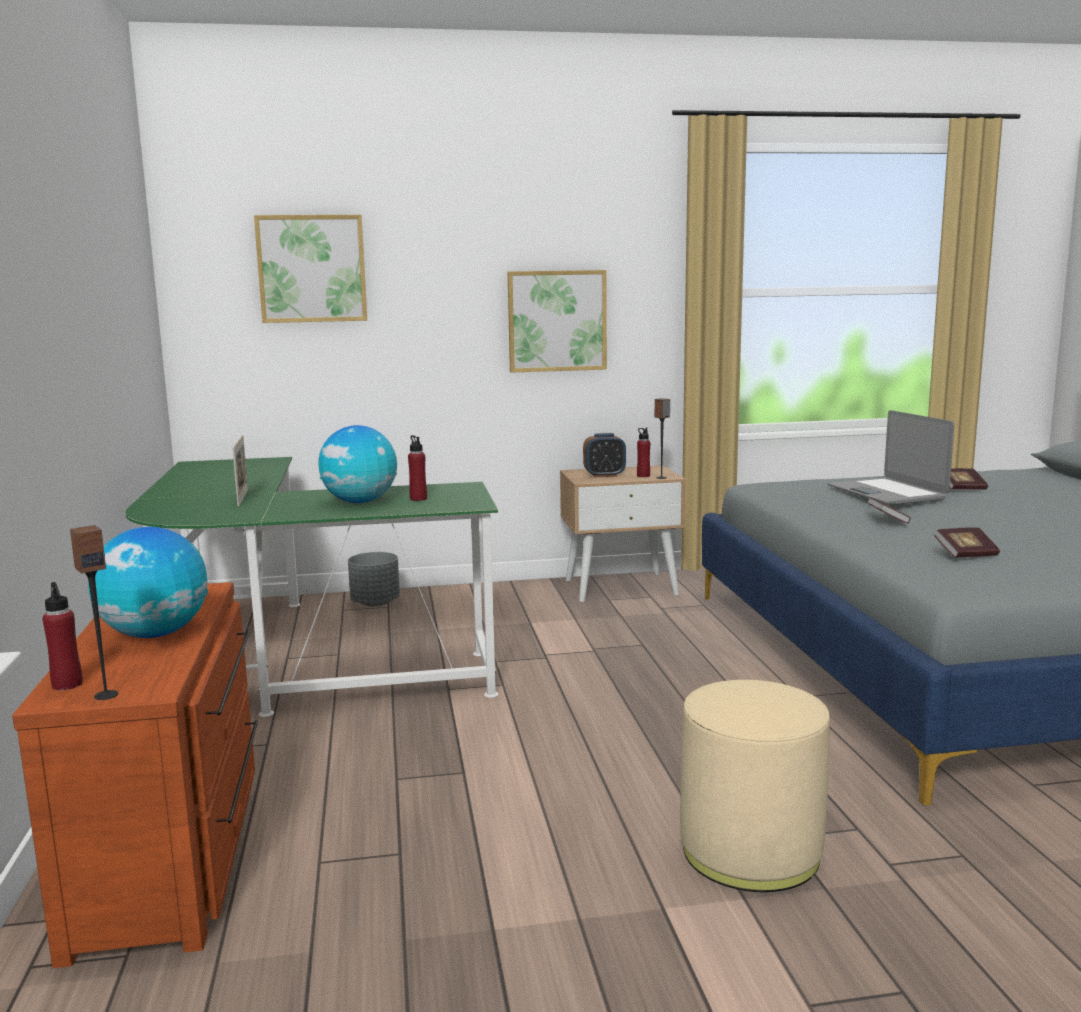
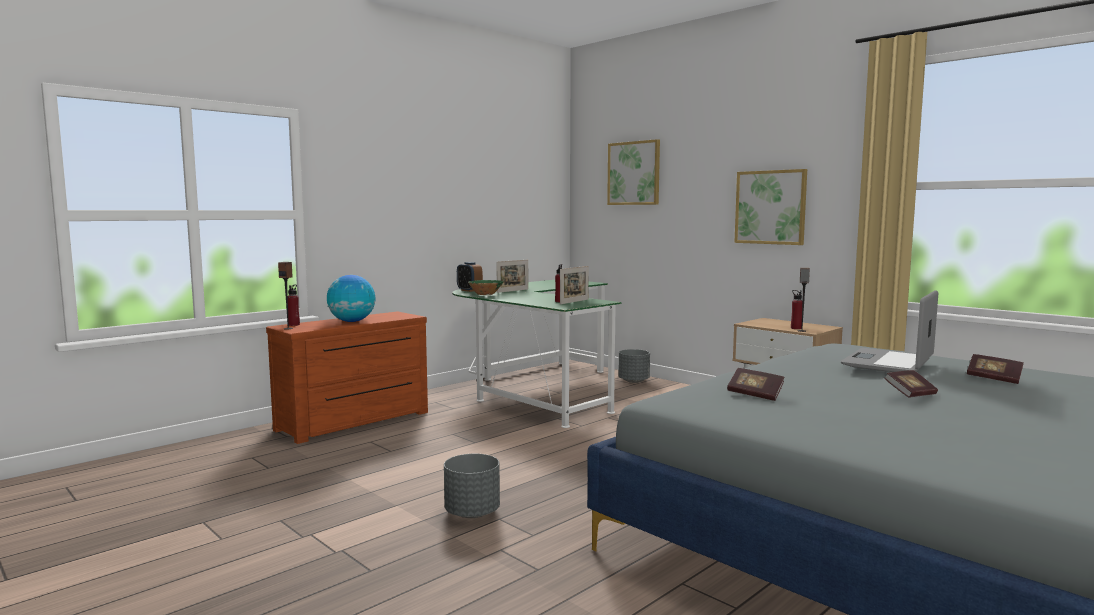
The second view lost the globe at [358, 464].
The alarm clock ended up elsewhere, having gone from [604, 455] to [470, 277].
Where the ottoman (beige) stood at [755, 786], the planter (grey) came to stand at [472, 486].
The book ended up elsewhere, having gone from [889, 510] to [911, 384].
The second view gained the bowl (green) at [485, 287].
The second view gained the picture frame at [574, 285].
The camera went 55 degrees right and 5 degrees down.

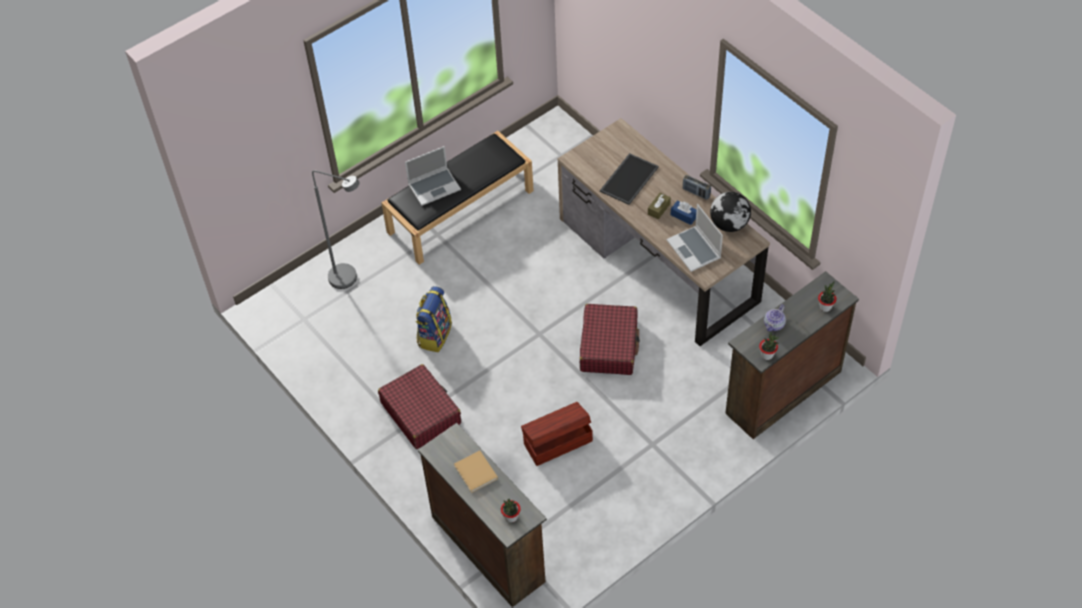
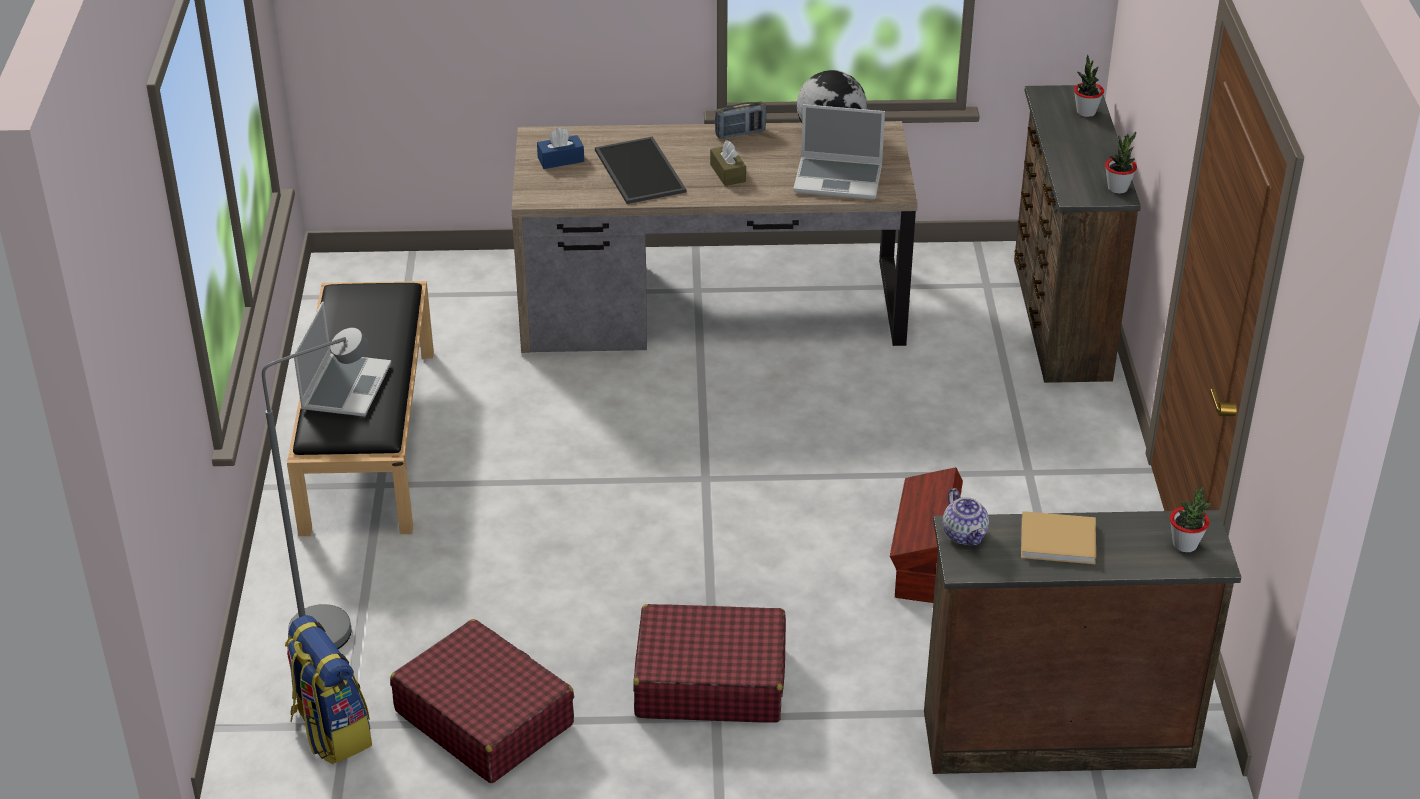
The backpack ended up elsewhere, having gone from [434, 319] to [328, 689].
The suitcase (red) ended up elsewhere, having gone from [610, 339] to [482, 701].
The tissue box (blue) ended up elsewhere, having gone from [684, 213] to [560, 148].
The teapot ended up elsewhere, having gone from [775, 317] to [966, 517].
The camera went 55 degrees left and 15 degrees down.

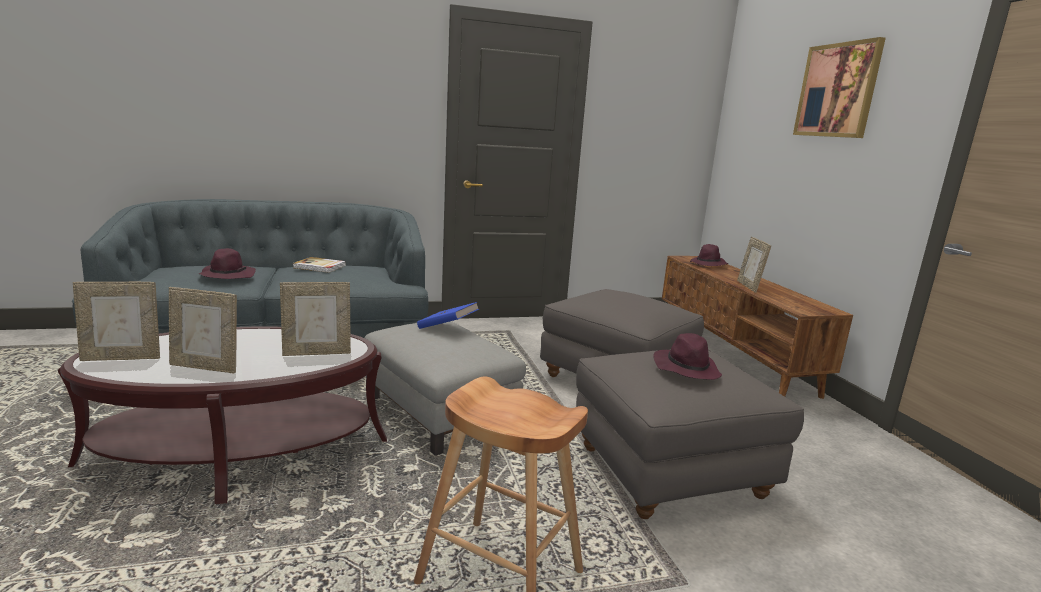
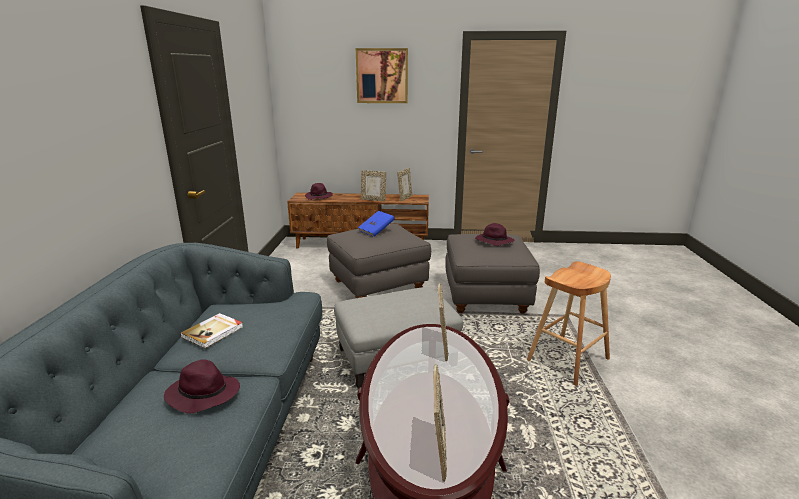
The picture frame ended up elsewhere, having gone from [203, 330] to [404, 185].
The book (blue) ended up elsewhere, having gone from [448, 315] to [376, 224].
The camera went 70 degrees left and 5 degrees up.

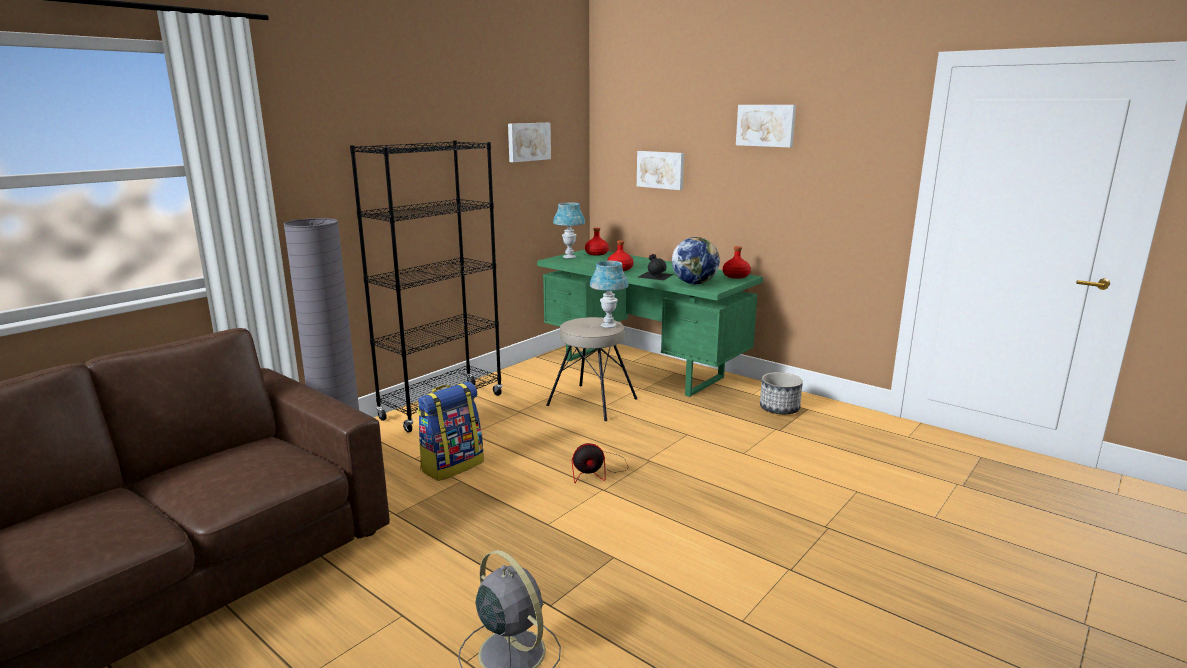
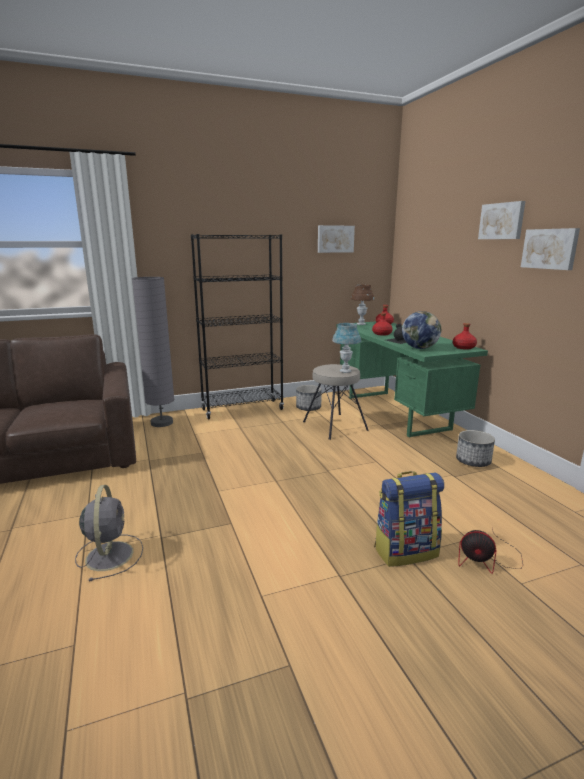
The backpack ended up elsewhere, having gone from [450, 431] to [409, 519].
What was the table lamp (blue) at [569, 231] turned into the table lamp (brown) at [362, 305].
The fan ended up elsewhere, having gone from [600, 463] to [490, 550].
The picture ended up elsewhere, having gone from [660, 170] to [550, 249].
The second view gained the planter at [309, 398].
The camera went 30 degrees right and 0 degrees up.

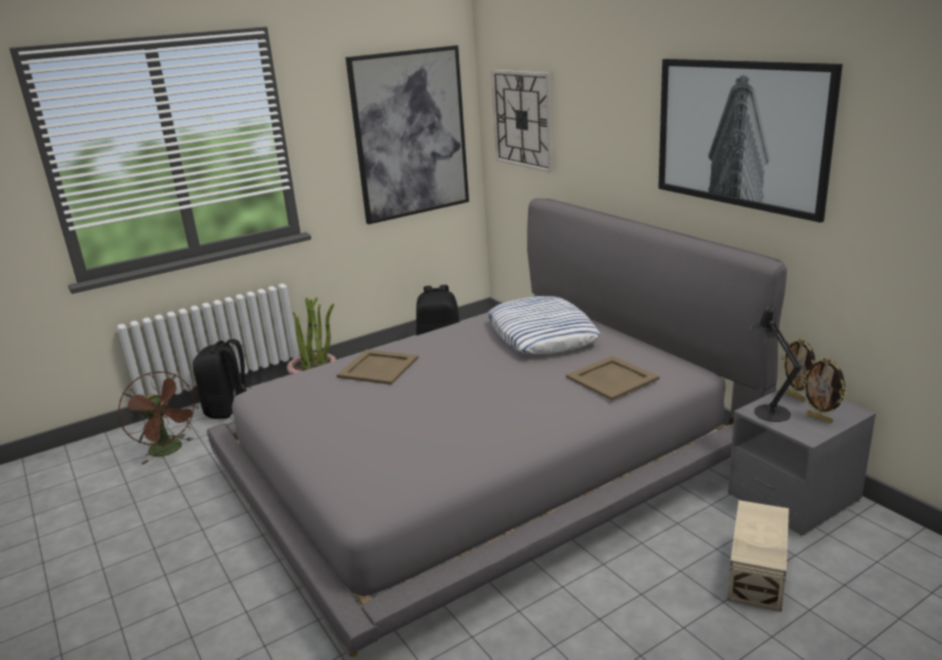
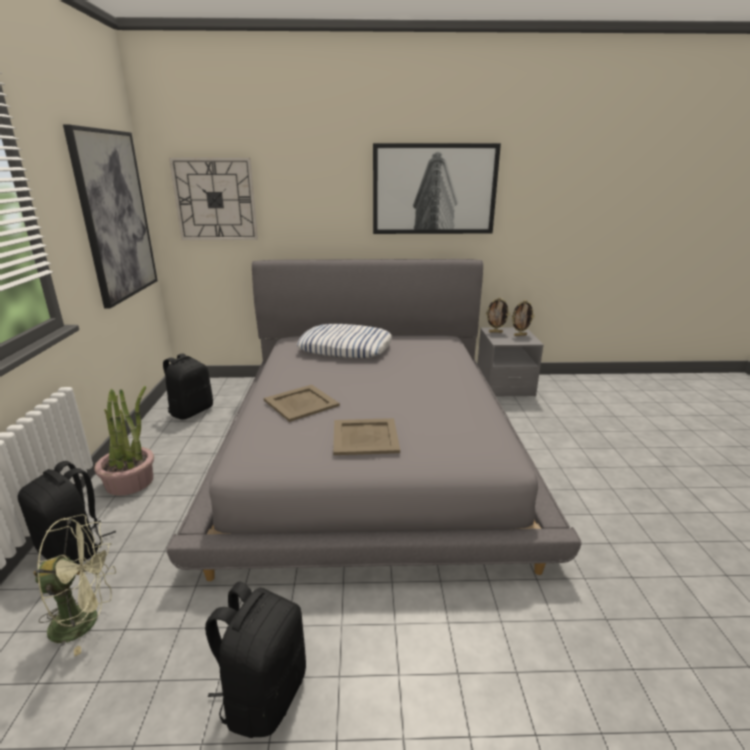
What was the fan (brown) at [158, 418] turned into the fan (green) at [75, 585].
The tray (beige) ended up elsewhere, having gone from [612, 378] to [366, 436].
The second view lost the storage box (beige) at [758, 556].
The second view lost the table lamp (black) at [776, 363].
The second view gained the backpack (black) at [255, 659].
The camera went 60 degrees left and 0 degrees up.

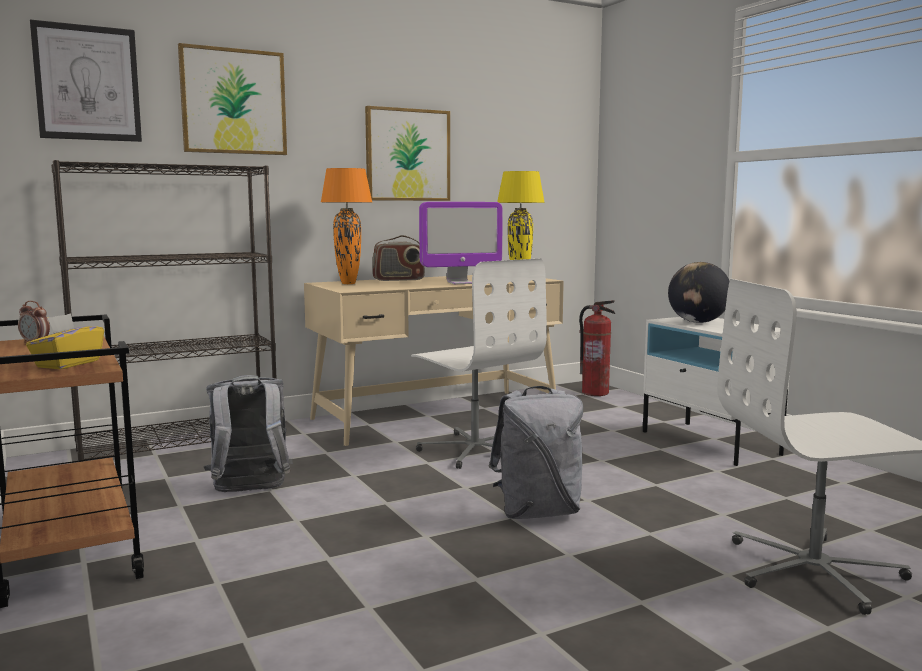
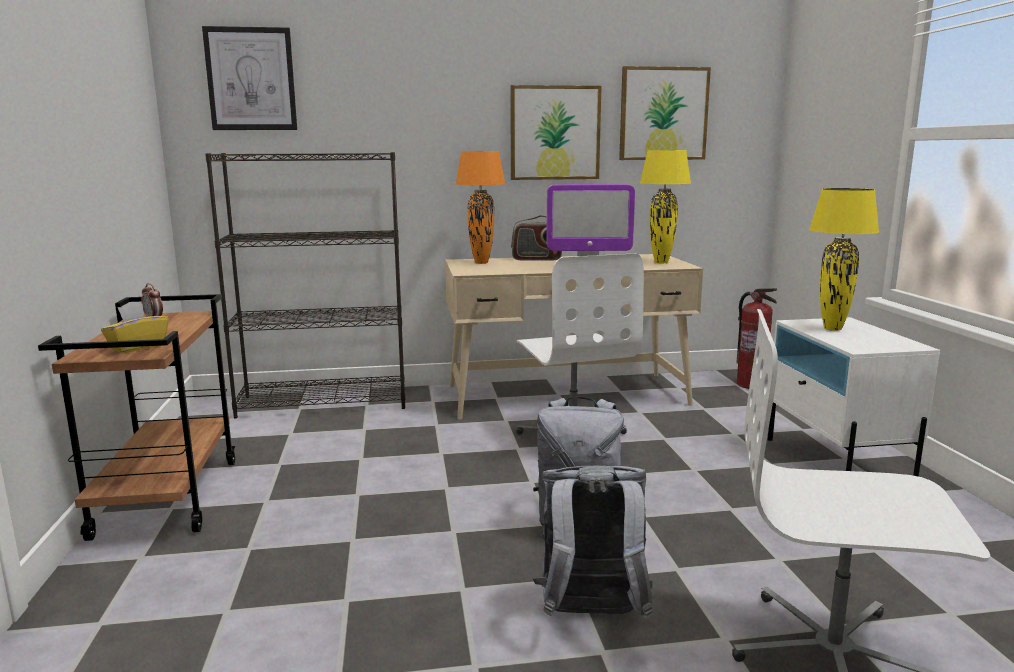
The picture ended up elsewhere, having gone from [232, 99] to [665, 113].
The backpack (grey) ended up elsewhere, having gone from [248, 433] to [593, 542].
Where the globe stood at [698, 292], the table lamp (yellow) came to stand at [844, 259].
The camera went 20 degrees right and 5 degrees up.

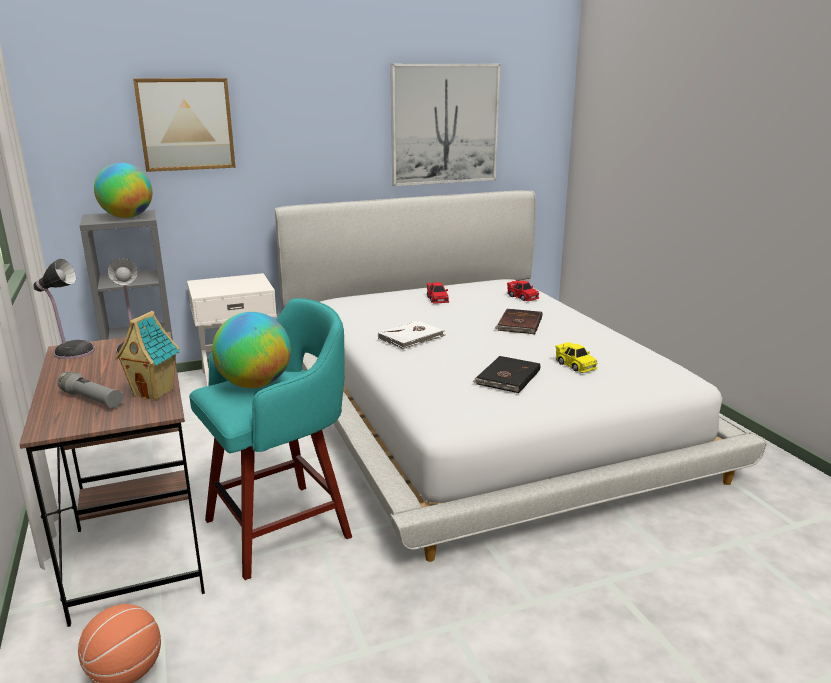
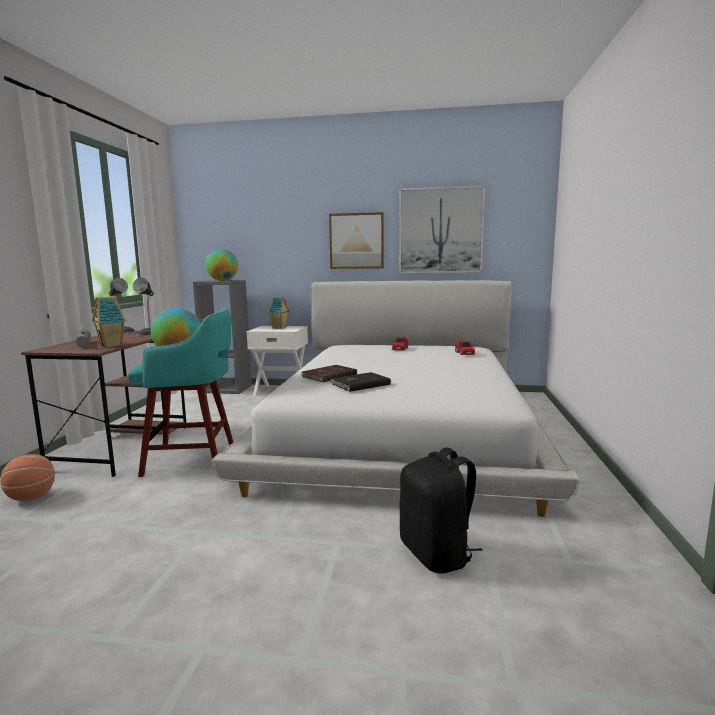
The picture ended up elsewhere, having gone from [184, 125] to [356, 240].
The second view lost the book (white) at [411, 335].
The book (brown) ended up elsewhere, having gone from [518, 321] to [329, 374].
The second view lost the toy car (yellow) at [576, 357].
The second view gained the toy house at [279, 313].
The second view gained the backpack (black) at [441, 511].
The camera went 30 degrees right and 10 degrees down.

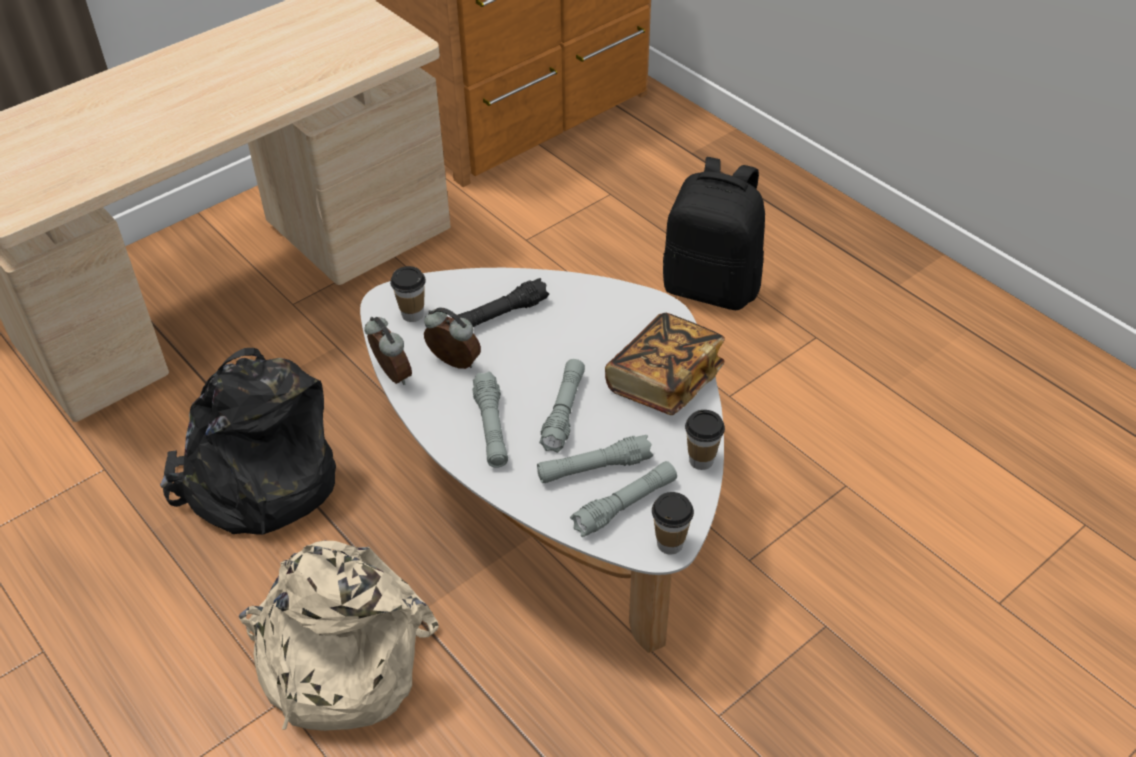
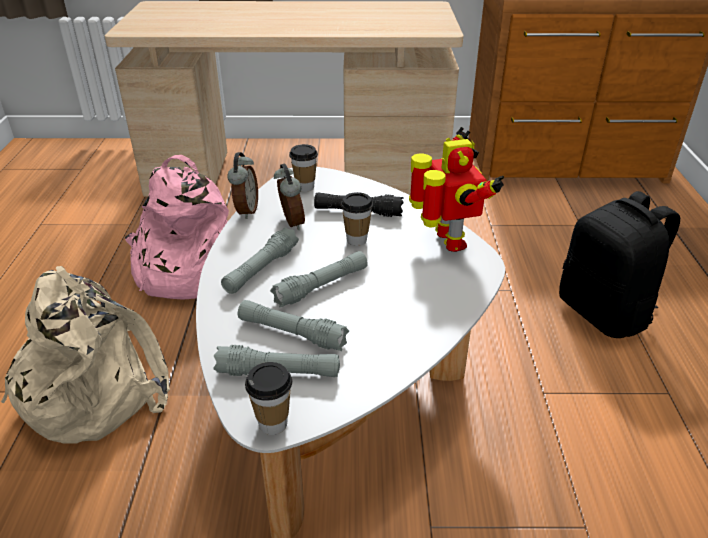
What was the backpack (black) at [248, 441] turned into the backpack (pink) at [177, 227].
The second view lost the book at [665, 364].
The cup ended up elsewhere, having gone from [705, 440] to [357, 219].
The second view gained the toy robot at [456, 189].
The camera went 40 degrees right and 10 degrees down.

